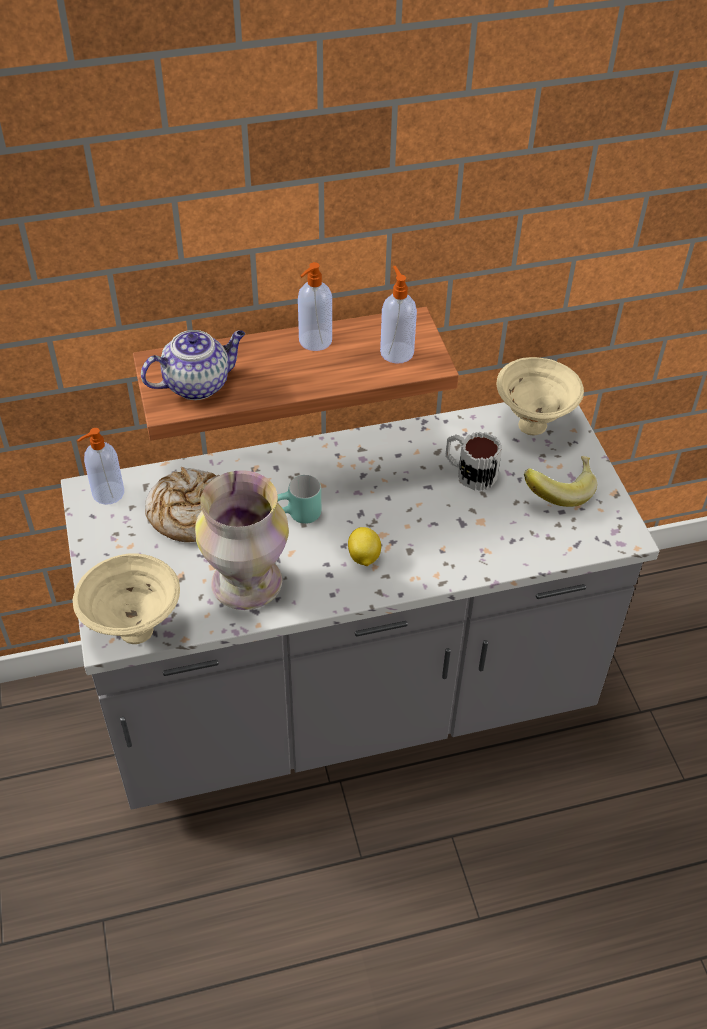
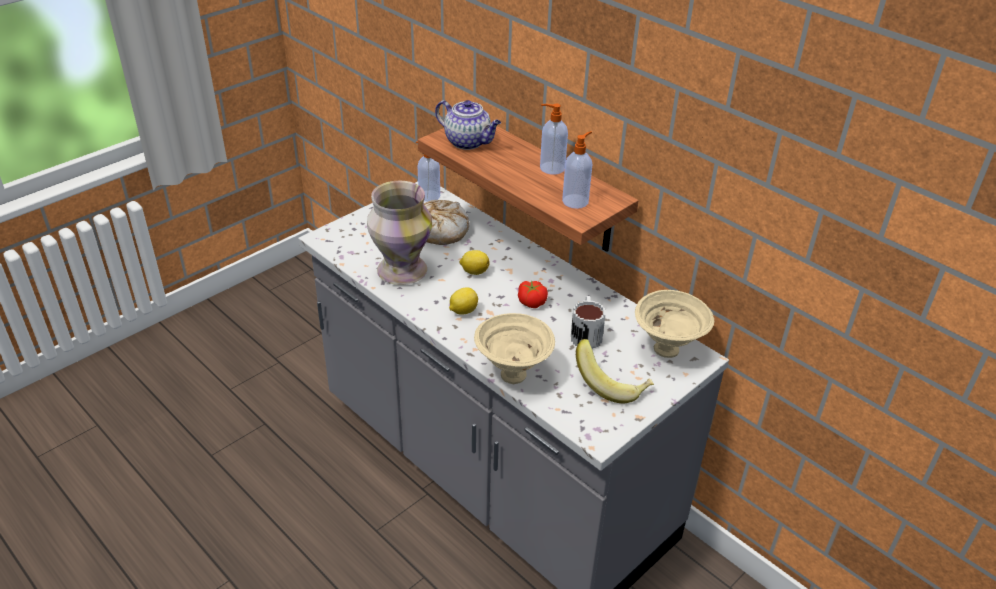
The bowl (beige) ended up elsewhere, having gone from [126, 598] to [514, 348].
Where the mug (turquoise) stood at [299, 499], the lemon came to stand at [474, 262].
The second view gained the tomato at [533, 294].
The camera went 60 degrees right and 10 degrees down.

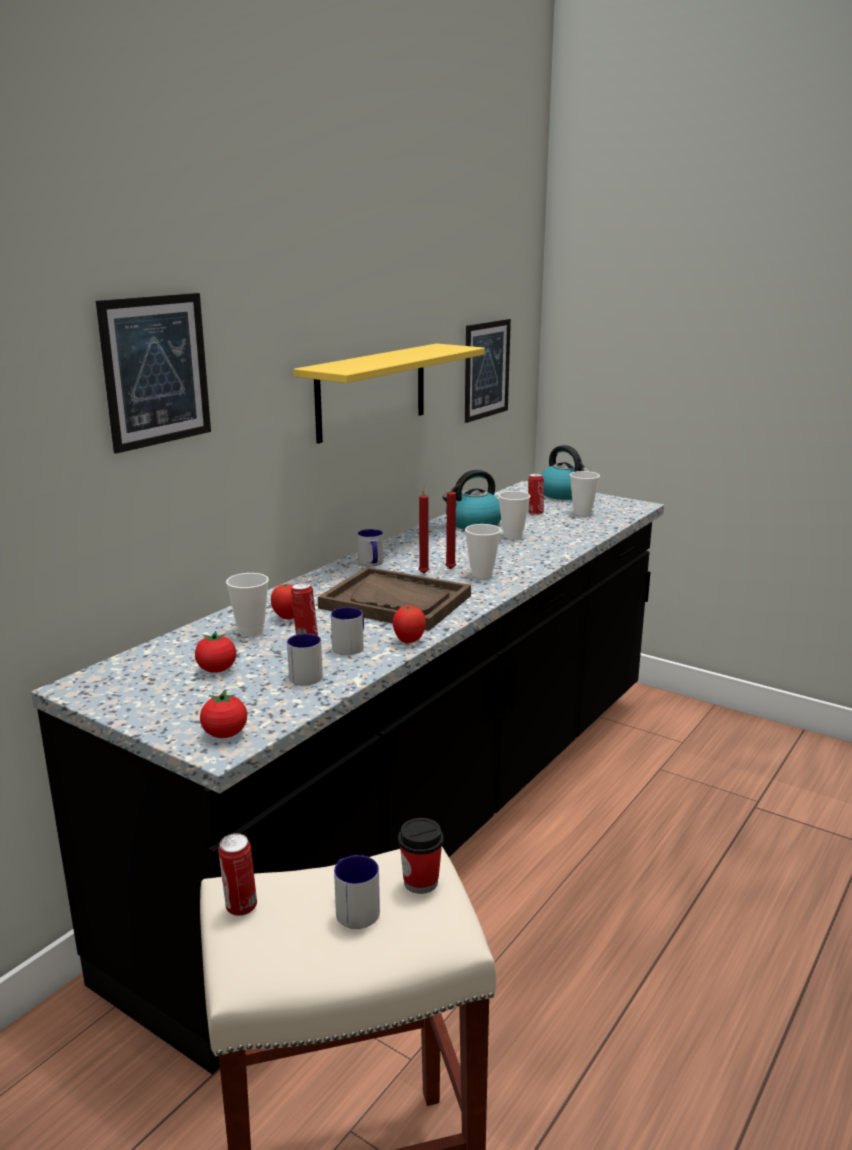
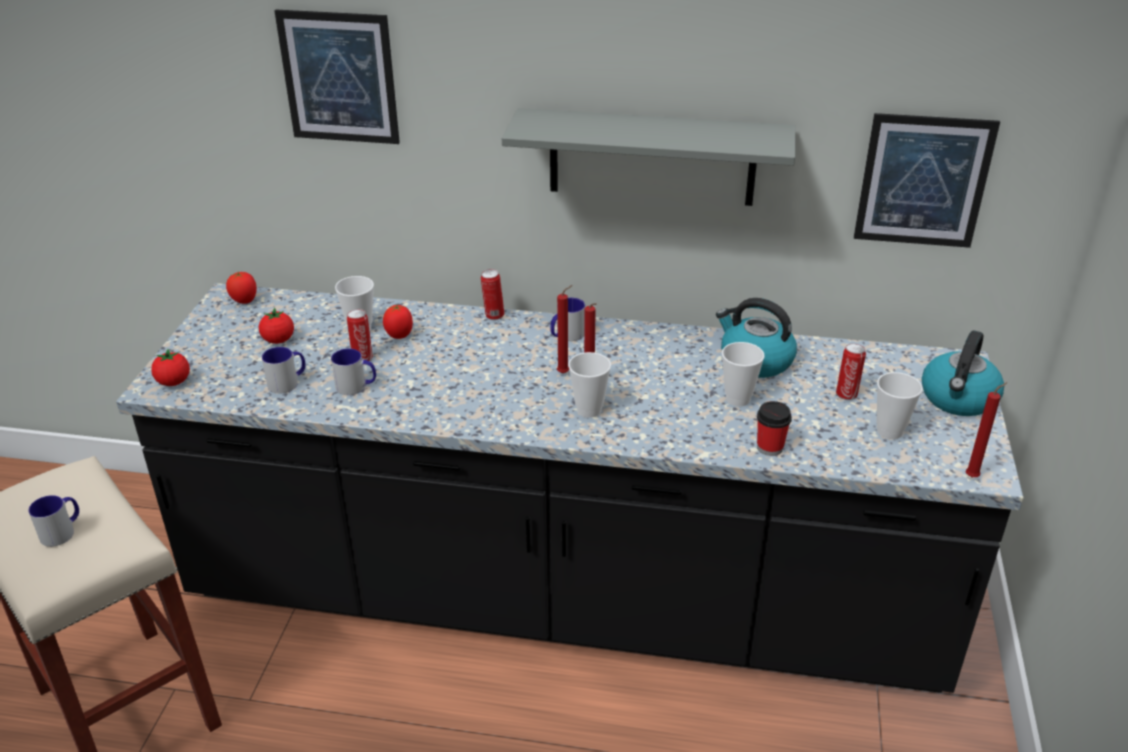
The can ended up elsewhere, having gone from [237, 874] to [492, 294].
What was the shelf (yellow) at [389, 393] turned into the shelf (grey) at [648, 157].
The second view lost the tray (brown) at [394, 599].
The tomato ended up elsewhere, having gone from [409, 624] to [241, 287].
The cup ended up elsewhere, having gone from [421, 856] to [774, 428].
The second view gained the candle (red) at [986, 429].
The camera went 65 degrees right and 15 degrees up.

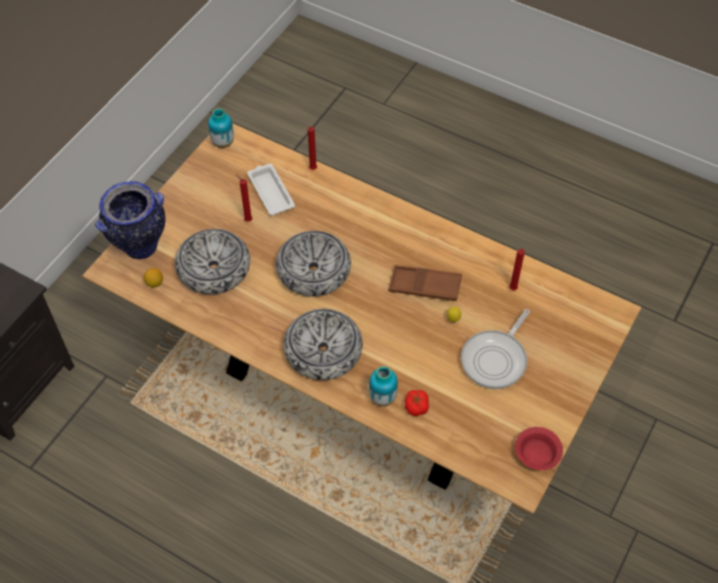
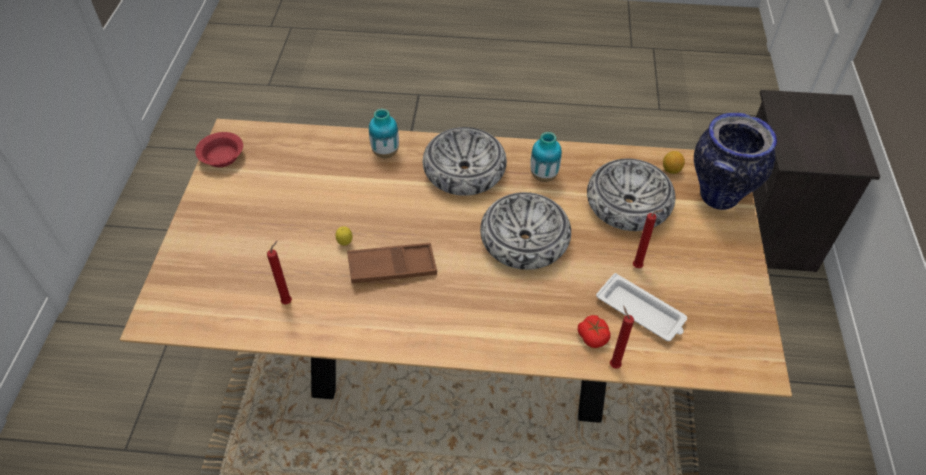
The vase ended up elsewhere, having gone from [221, 128] to [546, 157].
The tomato ended up elsewhere, having gone from [417, 403] to [594, 331].
The second view lost the frying pan at [495, 349].
The camera went 155 degrees right and 5 degrees down.

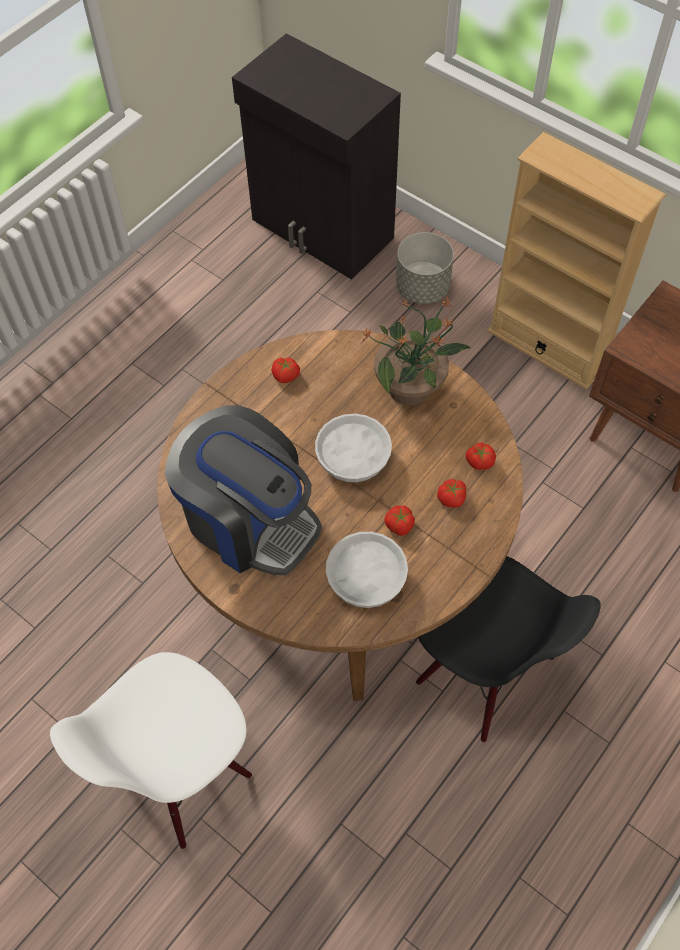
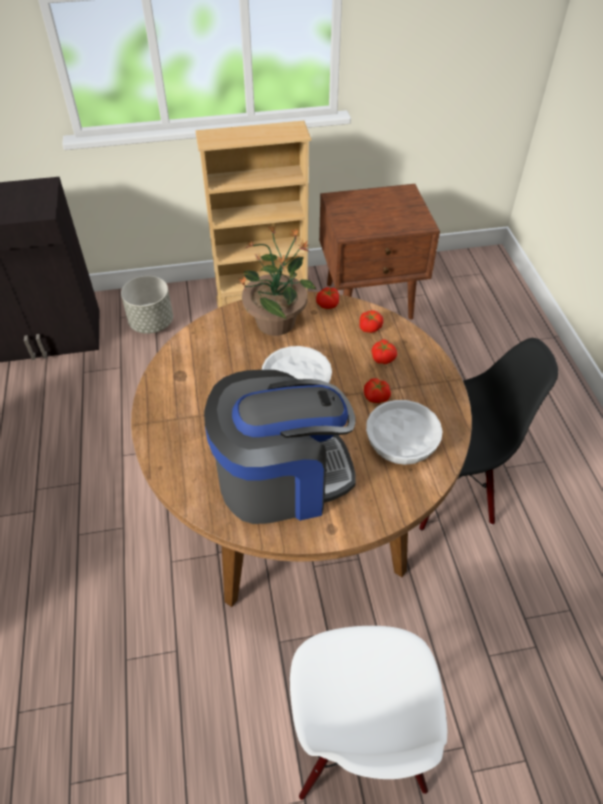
The tomato ended up elsewhere, having gone from [285, 370] to [327, 298].
The camera went 50 degrees left and 10 degrees down.

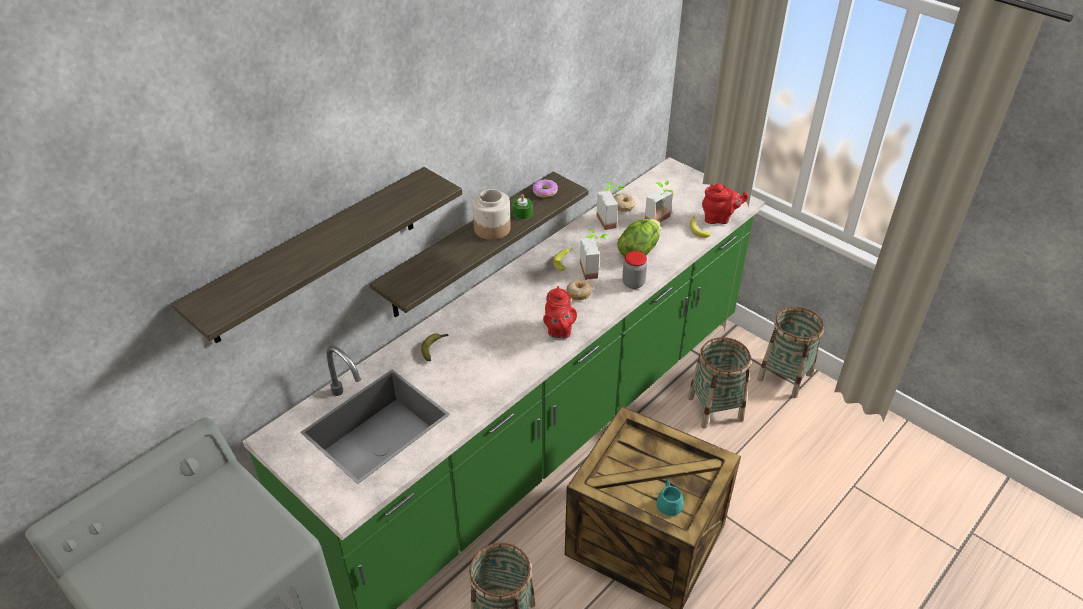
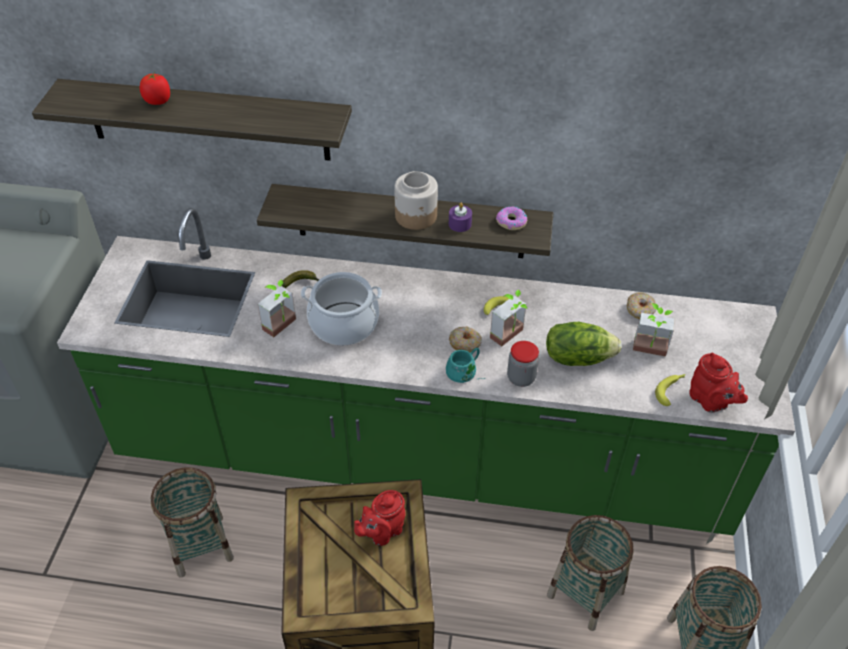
What was the candle (green) at [522, 207] turned into the candle (purple) at [460, 217].
The teapot (red) ended up elsewhere, having gone from [560, 312] to [379, 518].
The potted plant ended up elsewhere, having gone from [610, 206] to [277, 308].
The mug (turquoise) ended up elsewhere, having gone from [671, 497] to [465, 365].
The second view gained the tomato at [155, 88].
The second view gained the cooking pot at [341, 308].
The camera went 55 degrees right and 5 degrees up.

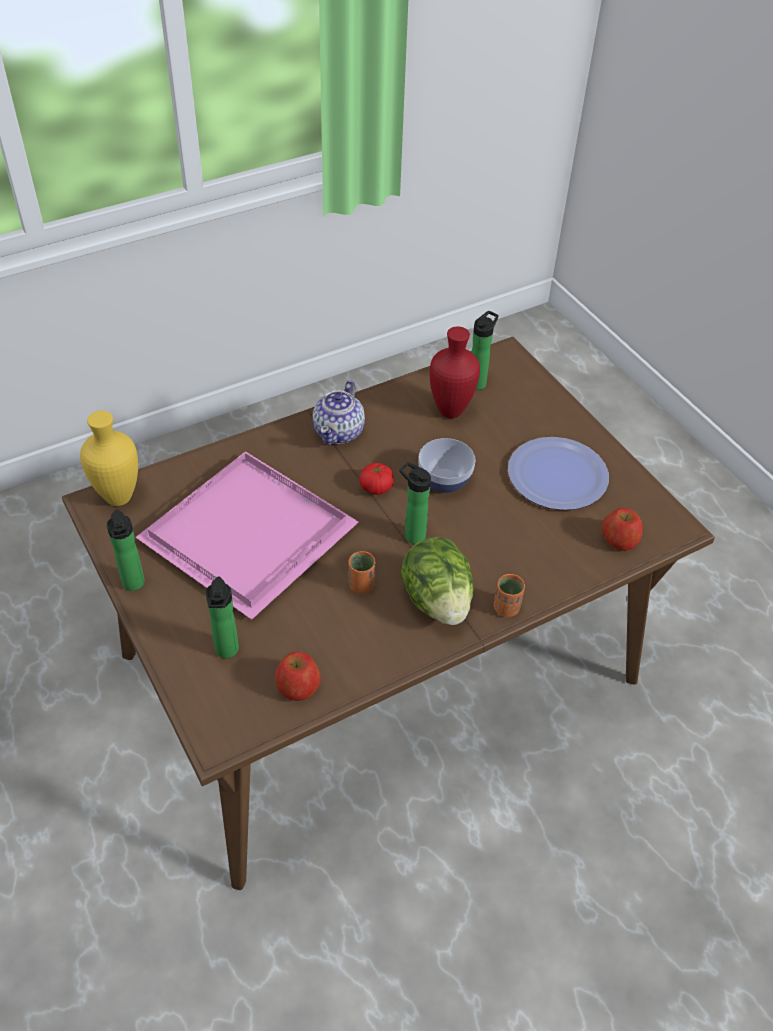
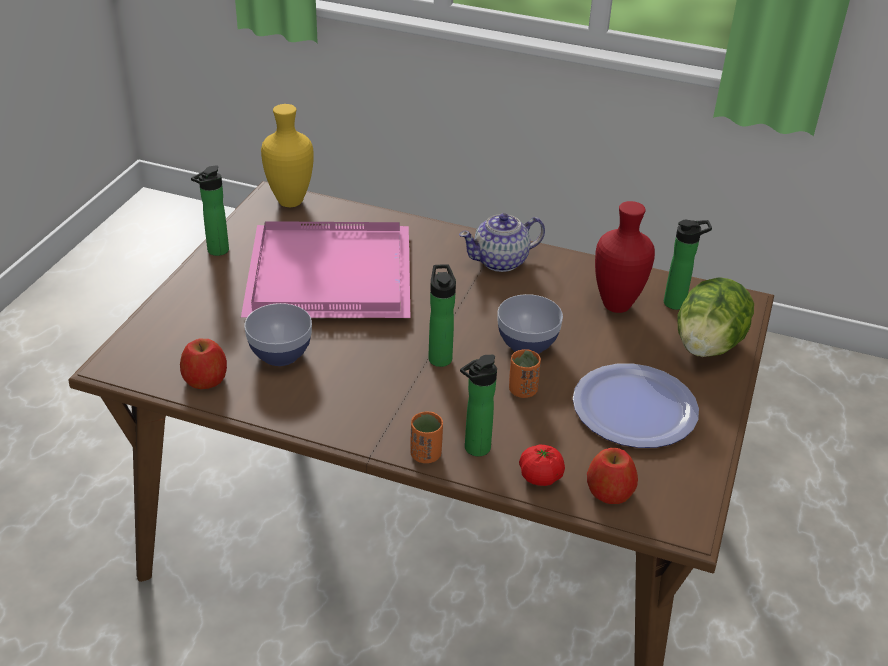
The bottle ended up elsewhere, having gone from [222, 617] to [478, 406].
The cup (orange) ended up elsewhere, having gone from [362, 572] to [525, 373].
The tomato ended up elsewhere, having gone from [376, 479] to [542, 465].
The lettuce ended up elsewhere, having gone from [437, 581] to [715, 317].
The second view gained the bowl at [278, 334].
The camera went 50 degrees right and 10 degrees down.

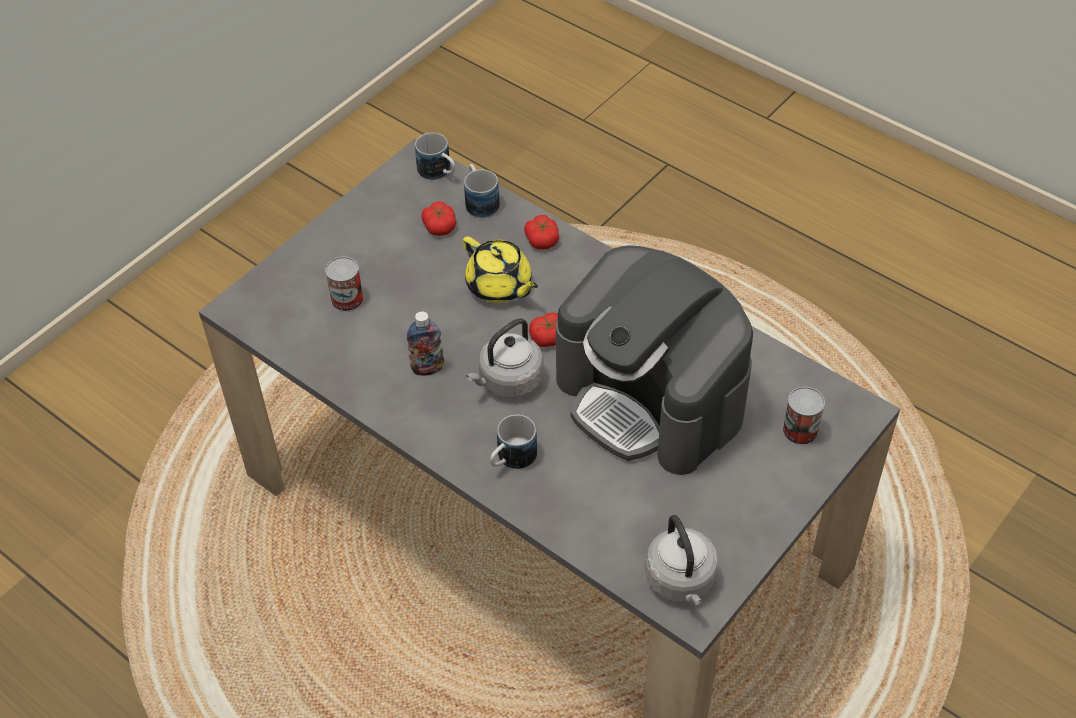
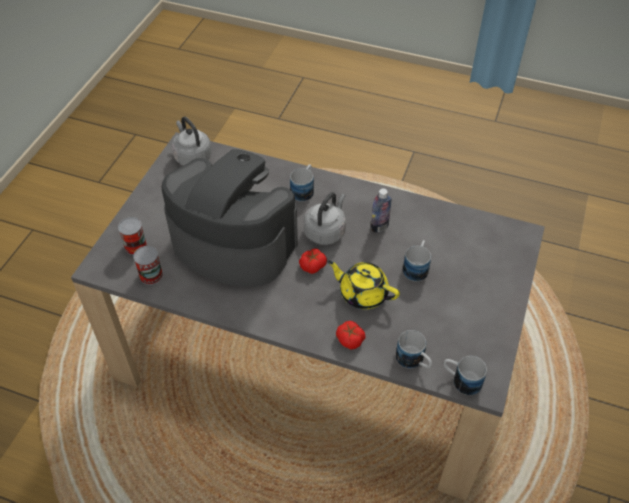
The can ended up elsewhere, having gone from [344, 284] to [148, 265].
The second view lost the tomato at [438, 219].
The second view gained the mug at [417, 260].
The camera went 160 degrees right and 0 degrees up.

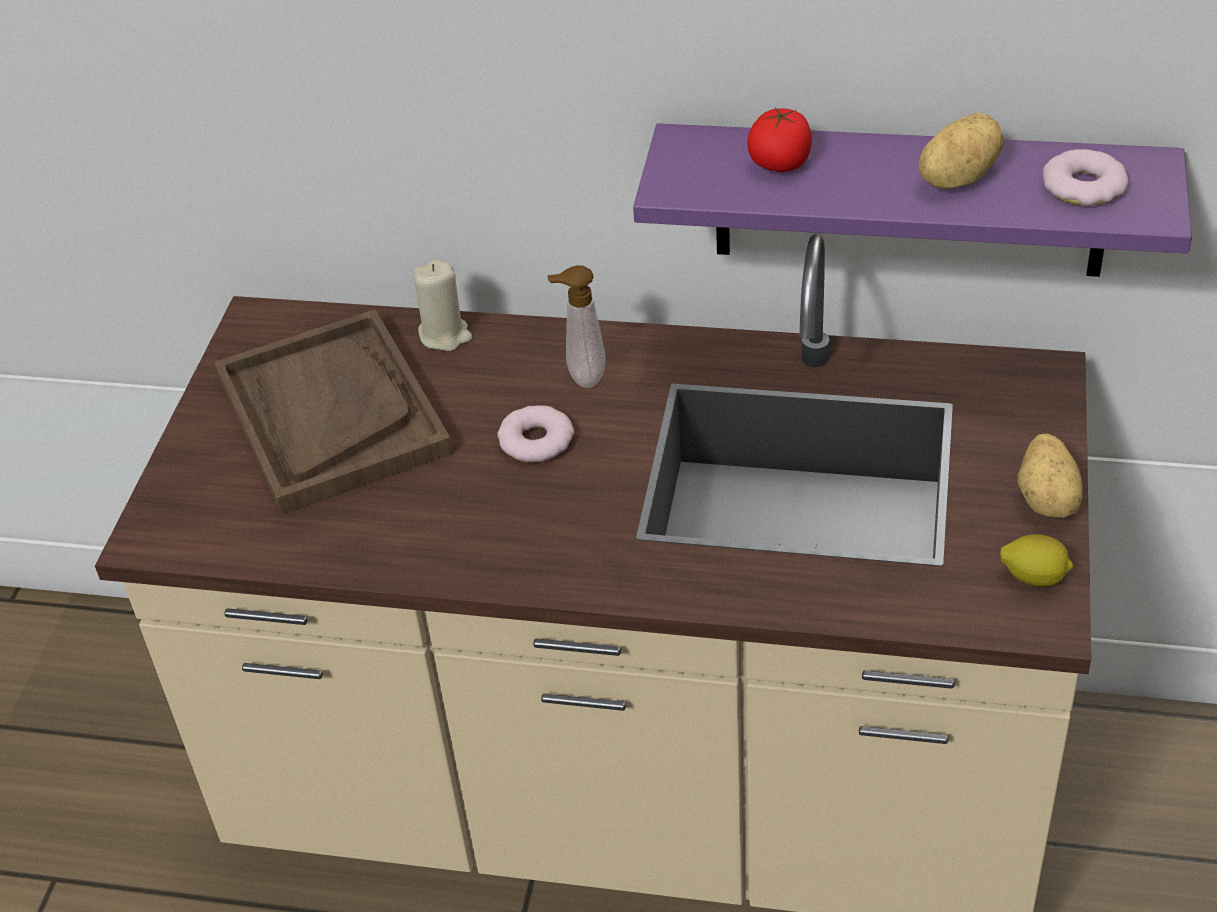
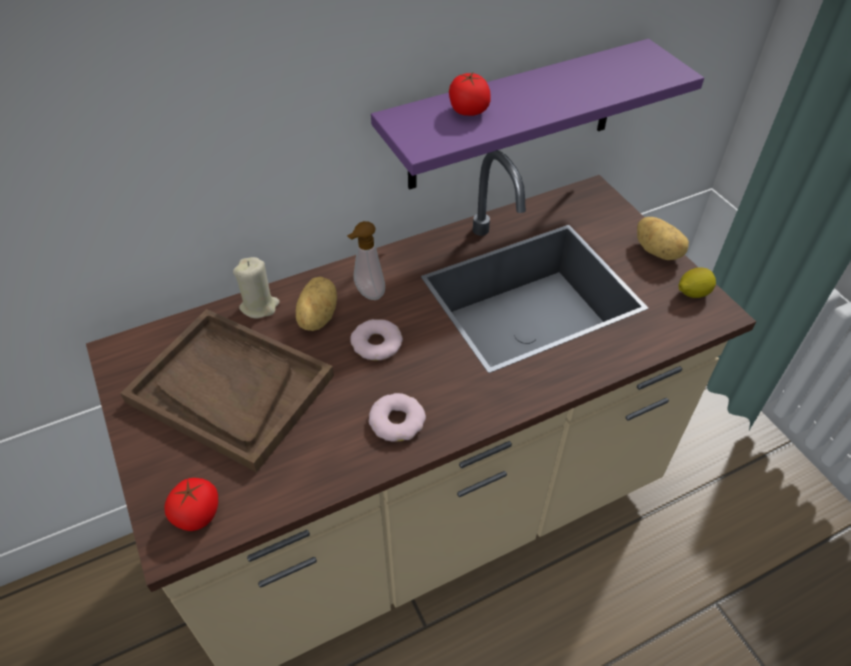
The potato ended up elsewhere, having gone from [961, 151] to [316, 303].
The donut ended up elsewhere, having gone from [1085, 177] to [397, 417].
The second view gained the tomato at [191, 504].
The camera went 40 degrees left and 5 degrees up.

